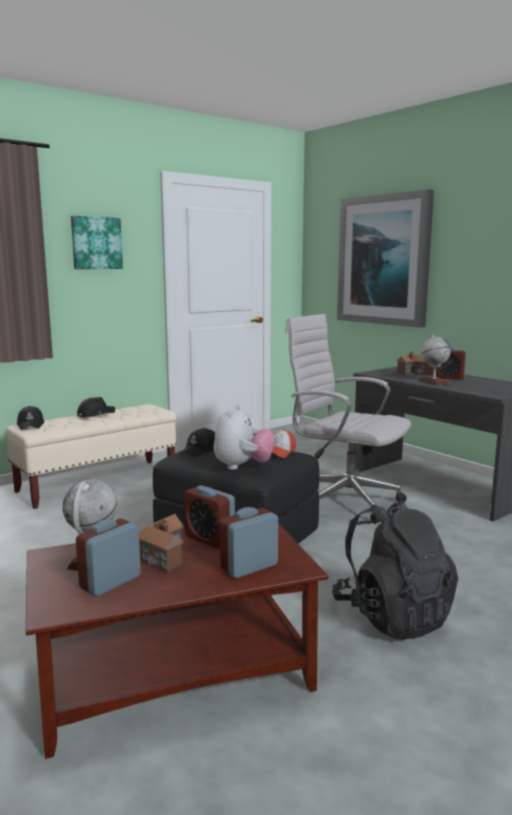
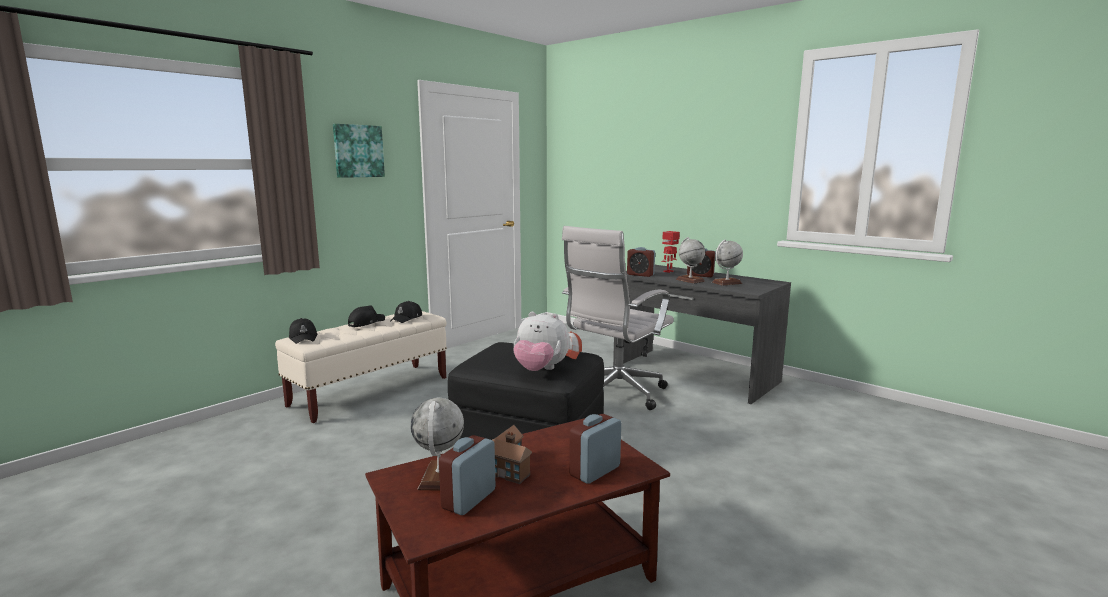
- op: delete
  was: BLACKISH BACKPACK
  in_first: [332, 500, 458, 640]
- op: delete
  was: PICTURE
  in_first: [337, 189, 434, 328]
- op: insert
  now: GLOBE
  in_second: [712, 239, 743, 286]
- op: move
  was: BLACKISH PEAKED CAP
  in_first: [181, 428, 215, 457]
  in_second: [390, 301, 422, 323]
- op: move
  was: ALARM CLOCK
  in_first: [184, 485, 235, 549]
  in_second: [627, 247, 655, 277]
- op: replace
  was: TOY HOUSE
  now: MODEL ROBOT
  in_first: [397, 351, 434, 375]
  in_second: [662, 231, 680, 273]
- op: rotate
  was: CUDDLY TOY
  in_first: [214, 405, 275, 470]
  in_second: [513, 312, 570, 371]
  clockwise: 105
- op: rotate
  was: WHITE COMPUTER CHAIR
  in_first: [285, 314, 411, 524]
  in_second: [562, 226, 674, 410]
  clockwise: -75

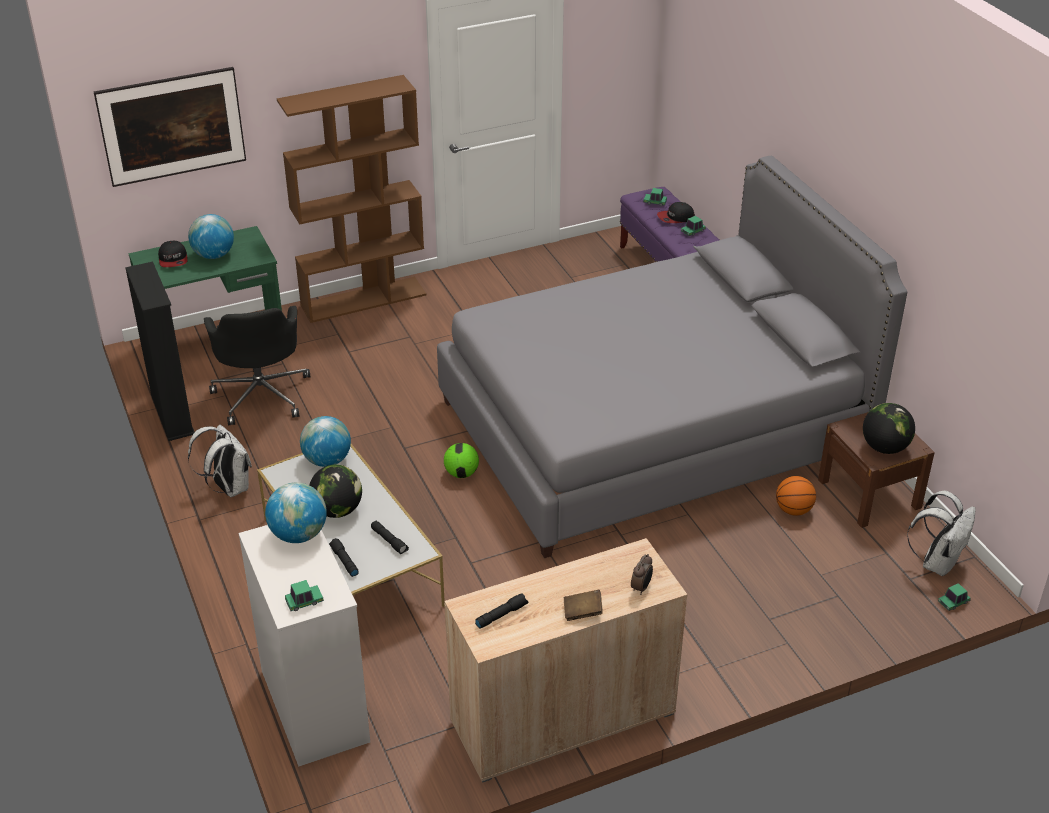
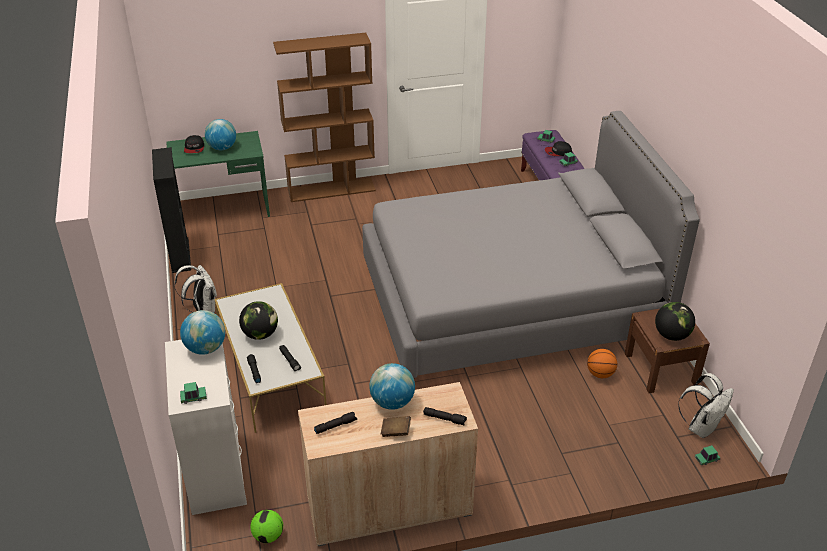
- op: delete
  was: PICTURE
  in_first: [94, 67, 246, 187]
- op: delete
  was: BLACKISH COMPUTER CHAIR
  in_first: [204, 306, 310, 426]
- op: move
  was: GLOBE
  in_first: [300, 416, 351, 467]
  in_second: [369, 363, 415, 410]
- op: move
  was: FOOTBALL BALL
  in_first: [444, 443, 479, 478]
  in_second: [250, 510, 283, 543]
- op: replace
  was: ALARM CLOCK
  now: BLACKISH HAND TORCH
  in_first: [631, 554, 653, 595]
  in_second: [423, 407, 467, 425]

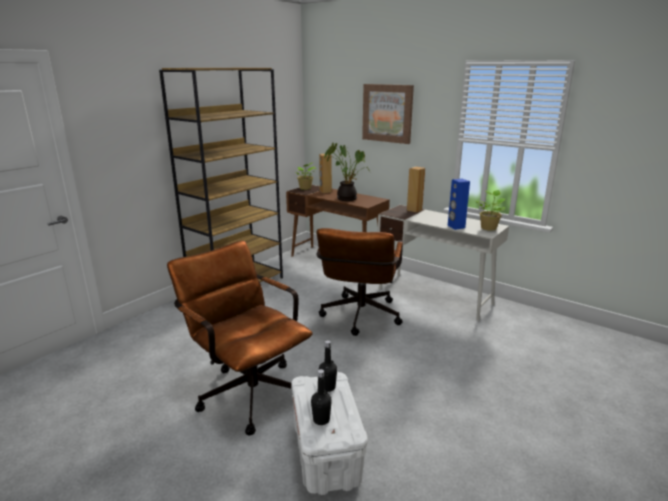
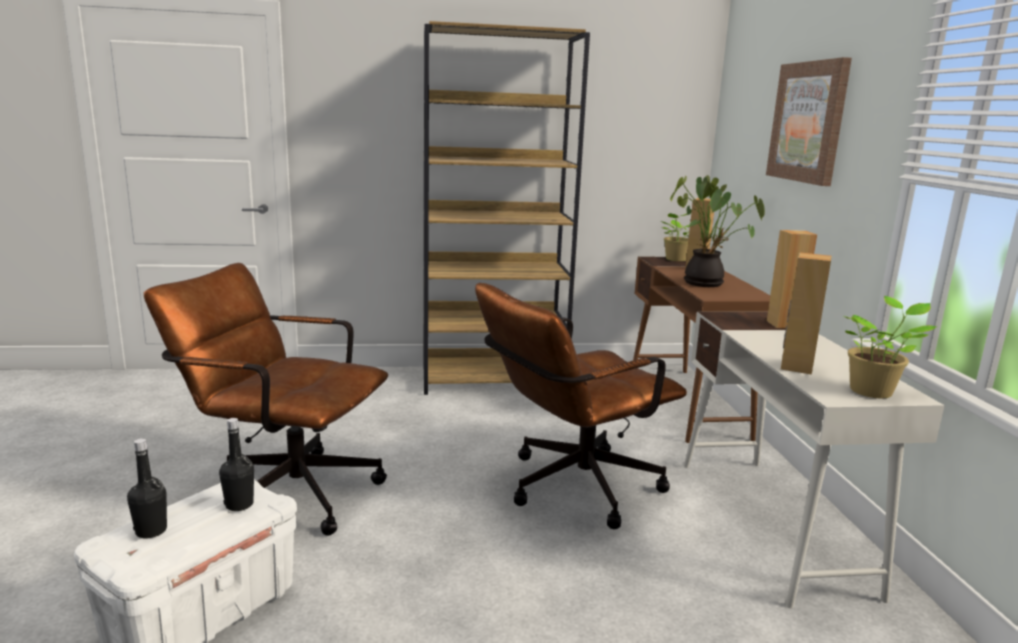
- op: recolor
  was: BLUE-COLOURED AUDIO SPEAKER
  now: BROWN-COLOURED AUDIO SPEAKER
  in_first: [448, 179, 470, 230]
  in_second: [781, 252, 832, 375]
- op: rotate
  was: BROWN-COLOURED COMPUTER CHAIR
  in_first: [167, 240, 313, 436]
  in_second: [144, 263, 388, 536]
  clockwise: -75

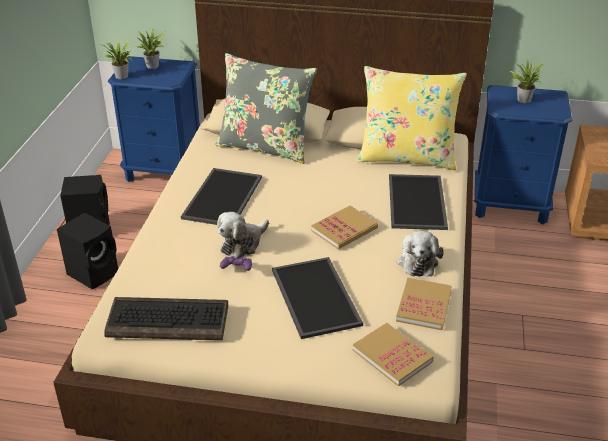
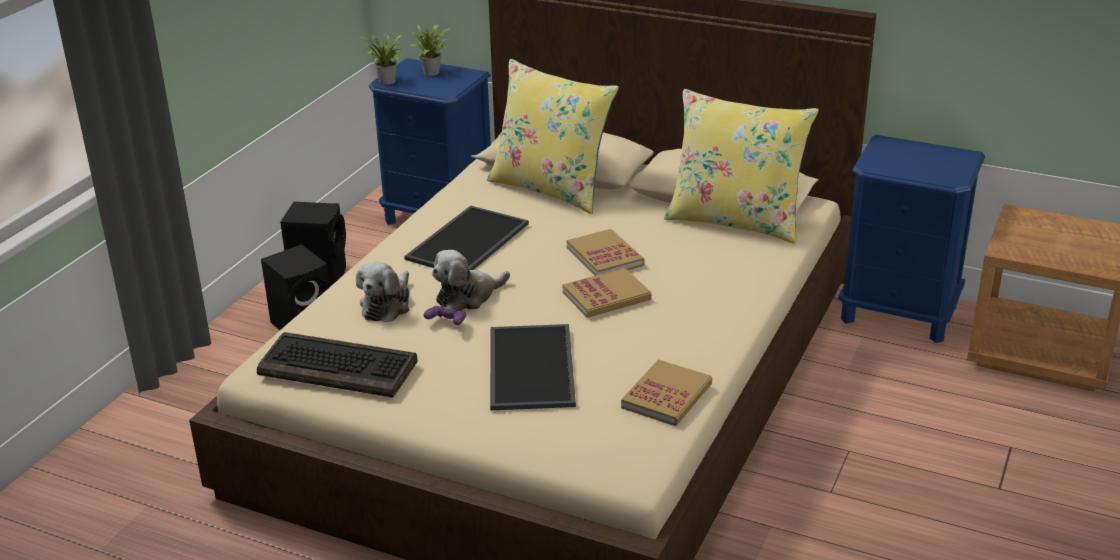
- op: delete
  was: CARRYING TRAY
  in_first: [389, 174, 448, 230]
- op: delete
  was: POTTED PLANT
  in_first: [510, 59, 545, 103]
- op: move
  was: BOOK
  in_first: [353, 323, 434, 386]
  in_second: [567, 229, 644, 276]
- op: move
  was: CUDDLY TOY
  in_first: [397, 231, 444, 277]
  in_second: [356, 262, 410, 322]
- op: recolor
  was: GREYISH THROW PILLOW
  now: YELLOW-COLOURED THROW PILLOW
  in_first: [215, 53, 317, 164]
  in_second: [487, 59, 619, 214]

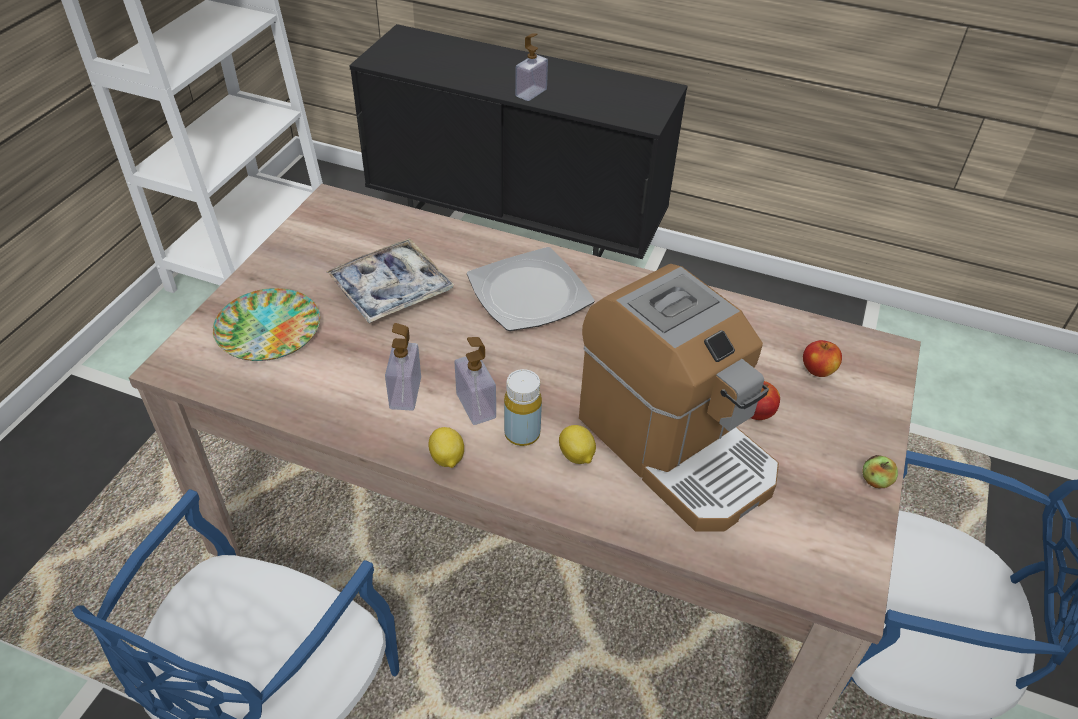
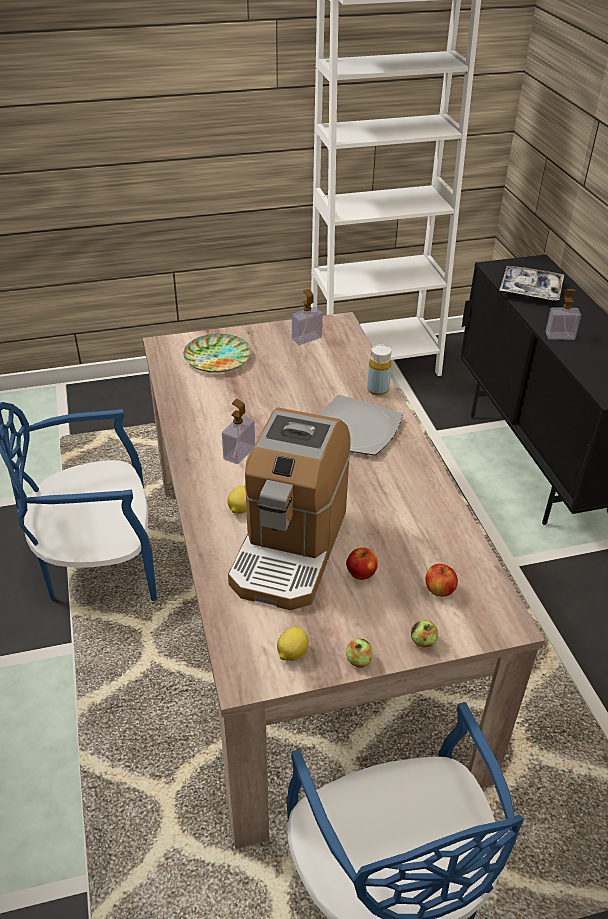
- op: insert
  now: WHOLE APPLE
  in_second: [411, 620, 438, 648]
- op: move
  was: CARRYING TRAY
  in_first: [326, 238, 454, 323]
  in_second: [499, 266, 564, 301]
- op: move
  was: SOAP BOTTLE
  in_first: [385, 323, 421, 411]
  in_second: [292, 289, 323, 345]
- op: move
  was: CITRUS FRUIT
  in_first: [428, 427, 464, 468]
  in_second: [277, 627, 309, 661]
- op: move
  was: YELLOW-COLOURED BEVERAGE BOTTLE
  in_first: [504, 369, 542, 446]
  in_second: [367, 344, 392, 396]

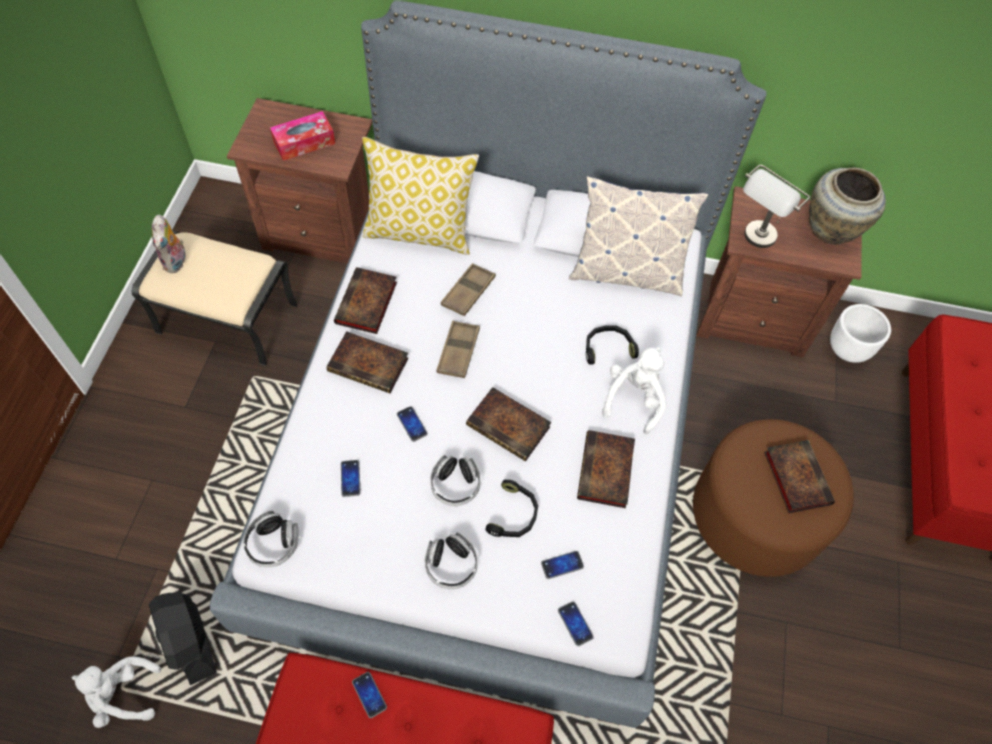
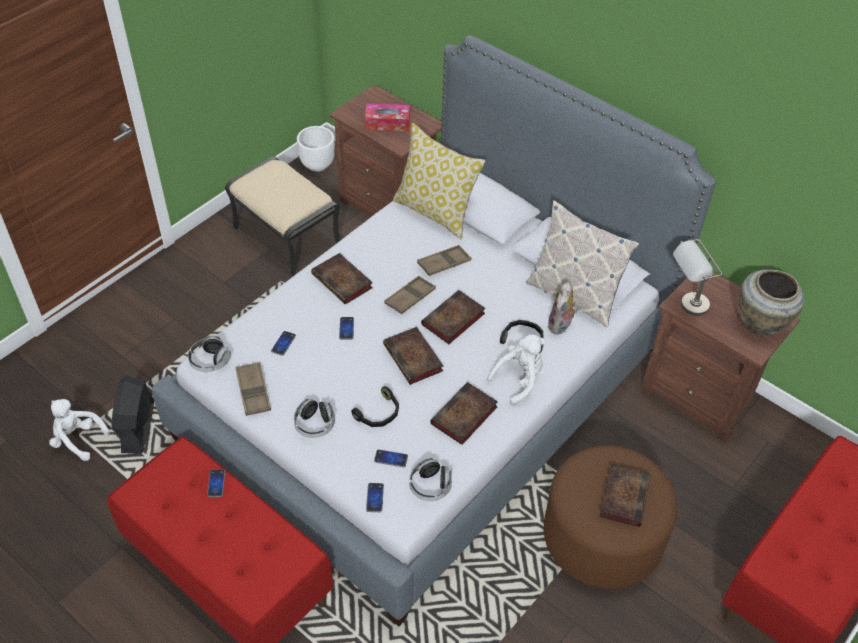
- op: insert
  now: BROWN-COLOURED CARRYING TRAY
  in_second: [235, 362, 271, 416]
- op: move
  was: CUDDLY TOY
  in_first: [152, 215, 185, 273]
  in_second: [547, 282, 577, 335]
- op: move
  was: BOOK
  in_first: [334, 267, 397, 334]
  in_second: [421, 290, 485, 344]
- op: move
  was: HEADSET
  in_first: [430, 455, 481, 506]
  in_second: [409, 458, 452, 501]
- op: move
  was: WHITE FLOWER POT
  in_first: [830, 304, 891, 363]
  in_second: [297, 126, 335, 172]

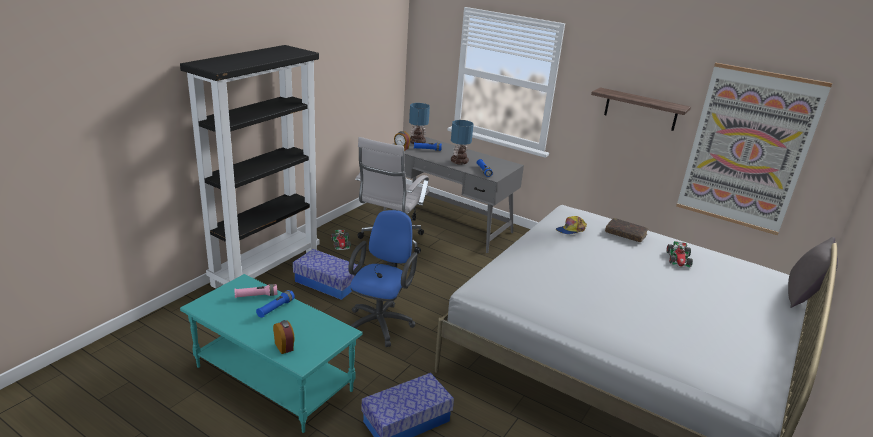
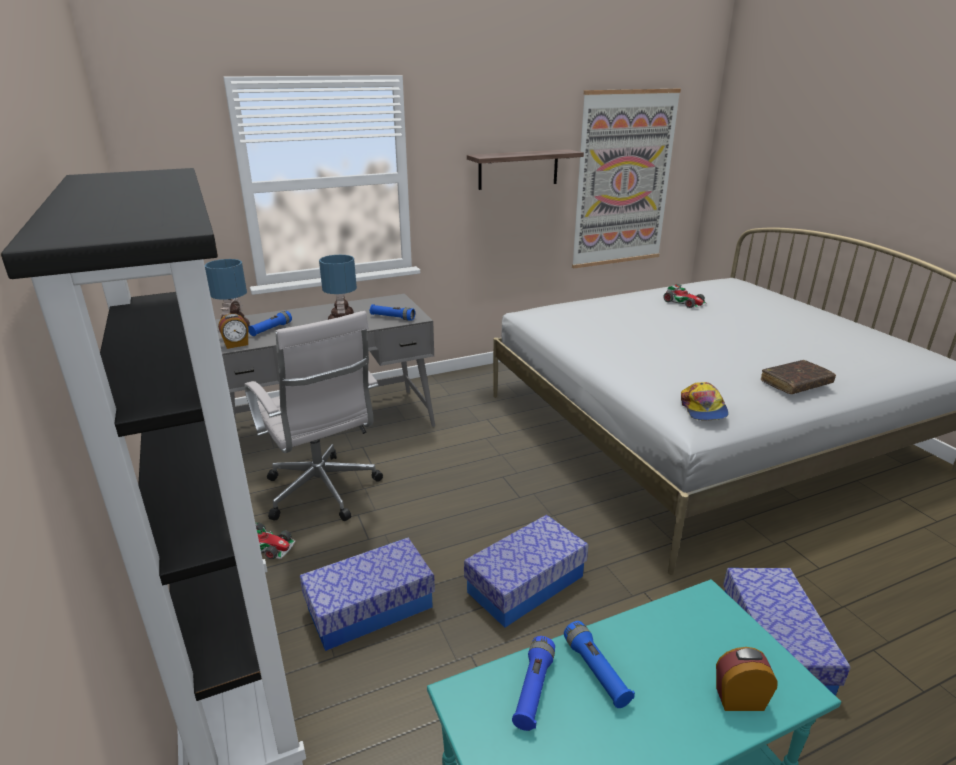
- op: delete
  was: GREYISH THROW PILLOW
  in_first: [788, 237, 838, 308]
- op: move
  was: PEAKED CAP
  in_first: [556, 216, 587, 234]
  in_second: [681, 382, 729, 421]
- op: move
  was: BROWN-COLOURED BOOK
  in_first: [605, 218, 648, 242]
  in_second: [761, 360, 836, 394]
- op: replace
  was: BLUE-COLOURED COMPUTER CHAIR
  now: STORAGE BOX
  in_first: [348, 210, 418, 347]
  in_second: [464, 515, 589, 628]
- op: recolor
  was: PINKISH HAND TORCH
  now: BLUE-COLOURED HAND TORCH
  in_first: [234, 284, 278, 298]
  in_second: [512, 636, 555, 731]

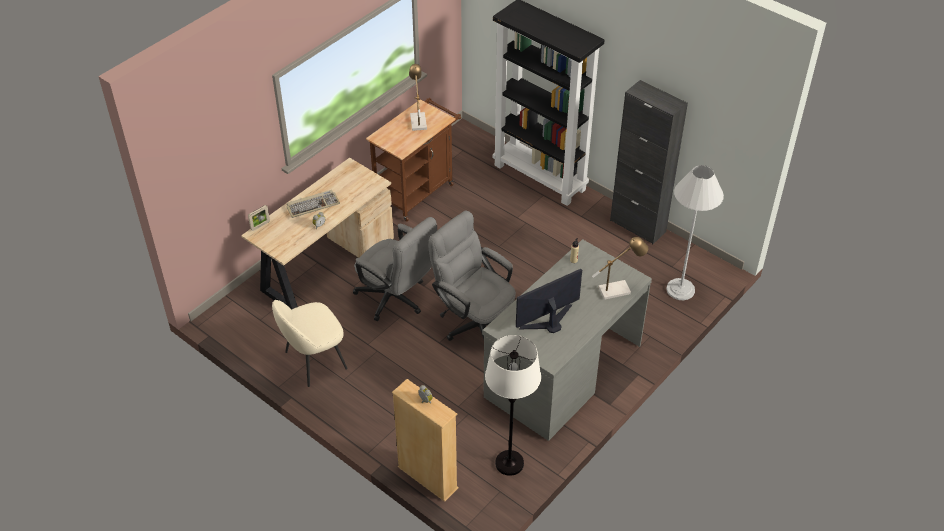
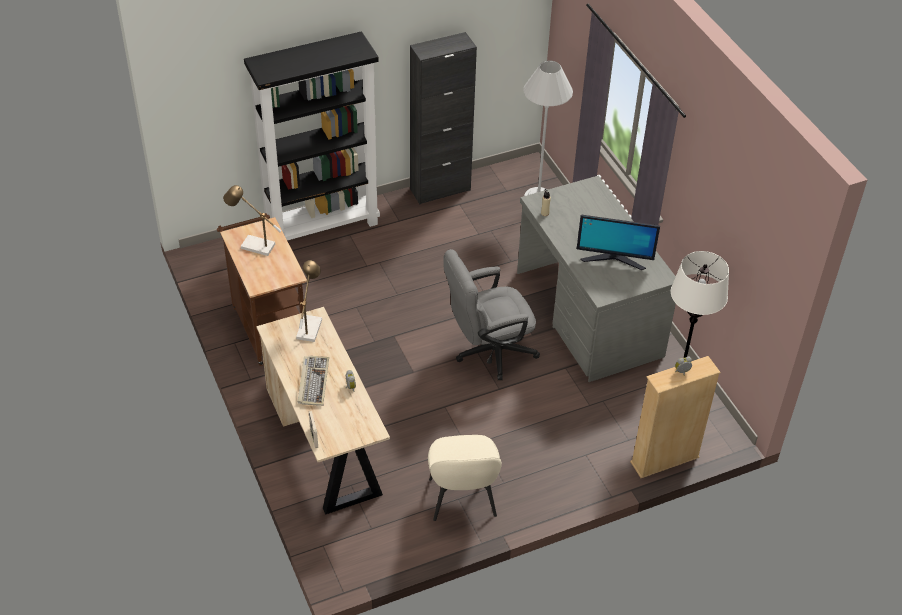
- op: delete
  was: GREYISH COMPUTER CHAIR
  in_first: [353, 217, 437, 321]
- op: move
  was: LAMP FOR A TABLE
  in_first: [592, 237, 649, 300]
  in_second: [296, 260, 322, 342]
- op: rotate
  was: COMPUTER SCREEN
  in_first: [516, 269, 582, 333]
  in_second: [577, 215, 660, 270]
  clockwise: -75

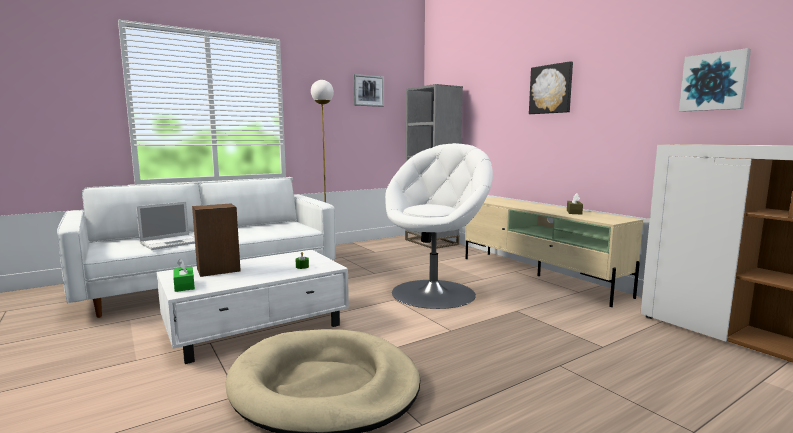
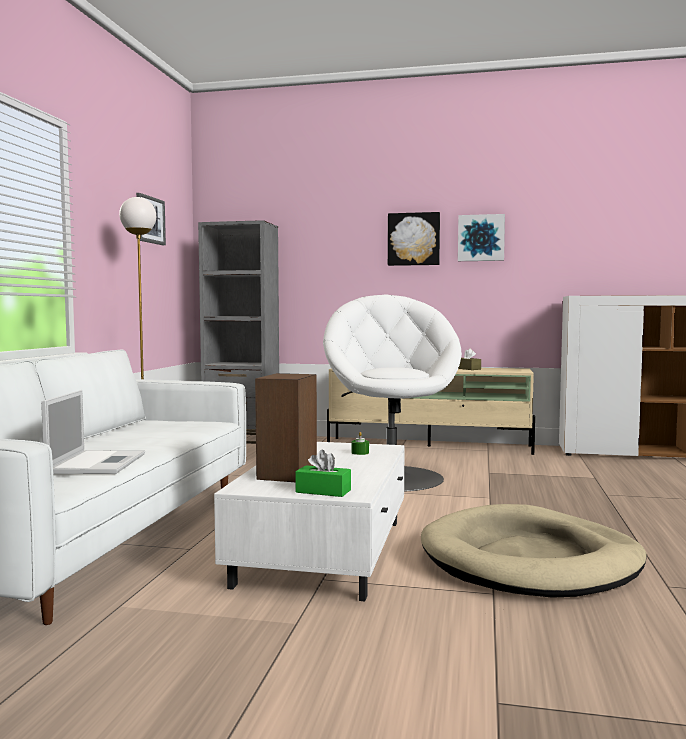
- op: move
  was: PICTURE
  in_first: [679, 48, 751, 112]
  in_second: [458, 214, 505, 261]

